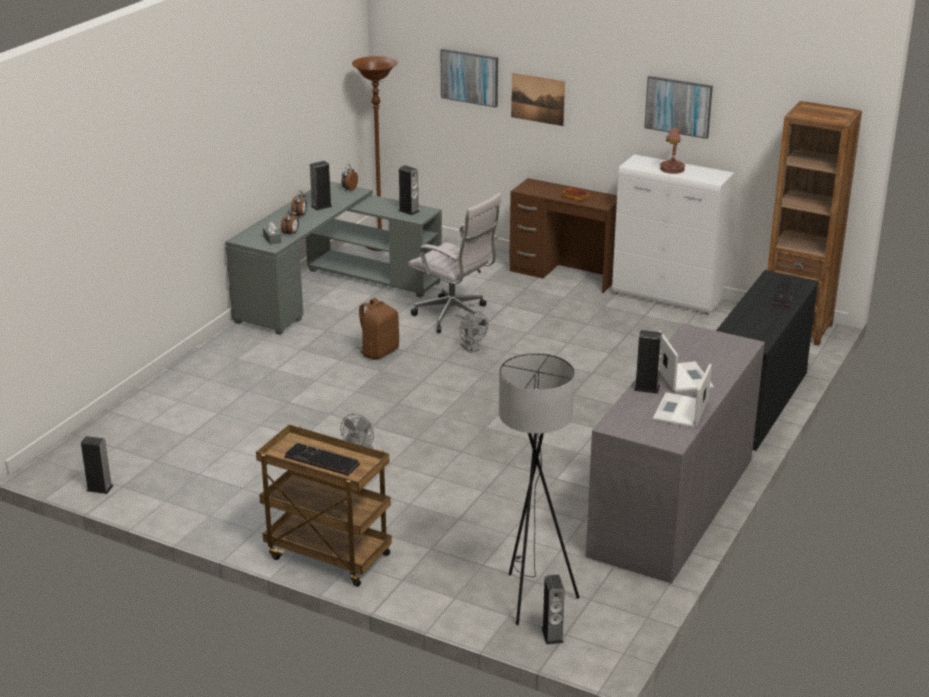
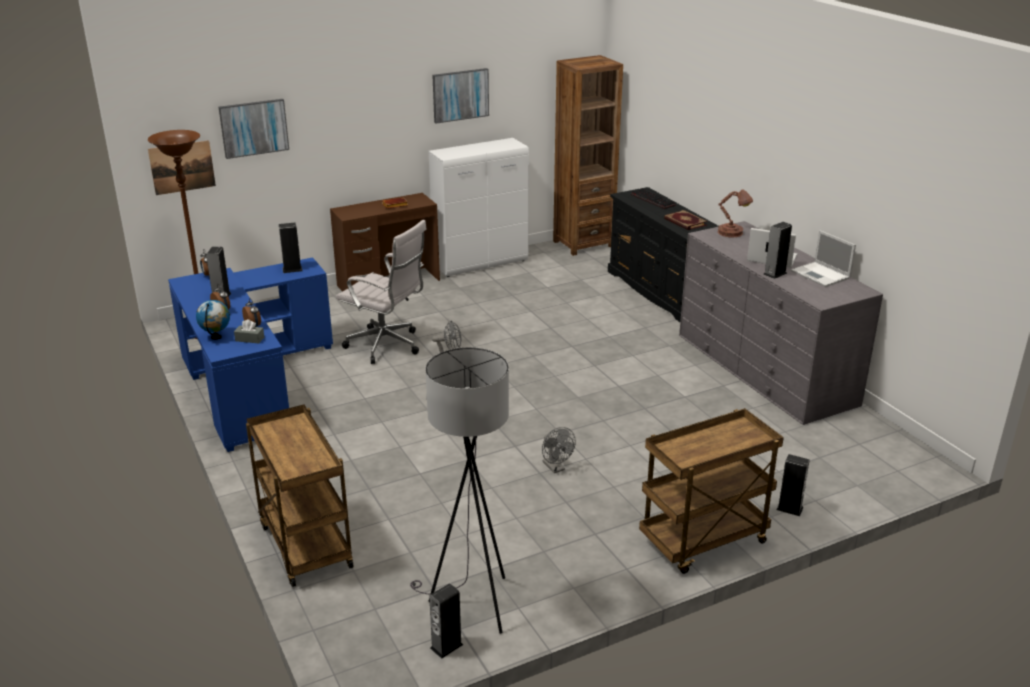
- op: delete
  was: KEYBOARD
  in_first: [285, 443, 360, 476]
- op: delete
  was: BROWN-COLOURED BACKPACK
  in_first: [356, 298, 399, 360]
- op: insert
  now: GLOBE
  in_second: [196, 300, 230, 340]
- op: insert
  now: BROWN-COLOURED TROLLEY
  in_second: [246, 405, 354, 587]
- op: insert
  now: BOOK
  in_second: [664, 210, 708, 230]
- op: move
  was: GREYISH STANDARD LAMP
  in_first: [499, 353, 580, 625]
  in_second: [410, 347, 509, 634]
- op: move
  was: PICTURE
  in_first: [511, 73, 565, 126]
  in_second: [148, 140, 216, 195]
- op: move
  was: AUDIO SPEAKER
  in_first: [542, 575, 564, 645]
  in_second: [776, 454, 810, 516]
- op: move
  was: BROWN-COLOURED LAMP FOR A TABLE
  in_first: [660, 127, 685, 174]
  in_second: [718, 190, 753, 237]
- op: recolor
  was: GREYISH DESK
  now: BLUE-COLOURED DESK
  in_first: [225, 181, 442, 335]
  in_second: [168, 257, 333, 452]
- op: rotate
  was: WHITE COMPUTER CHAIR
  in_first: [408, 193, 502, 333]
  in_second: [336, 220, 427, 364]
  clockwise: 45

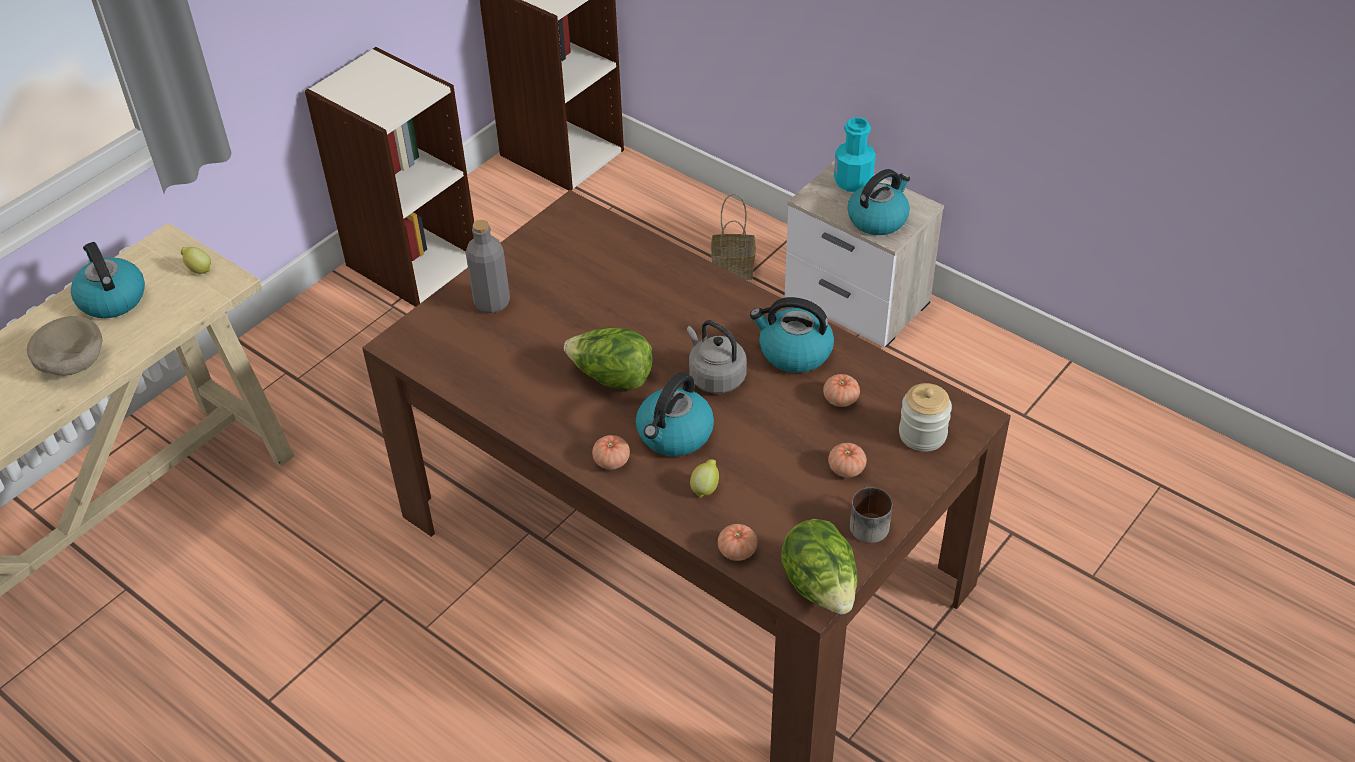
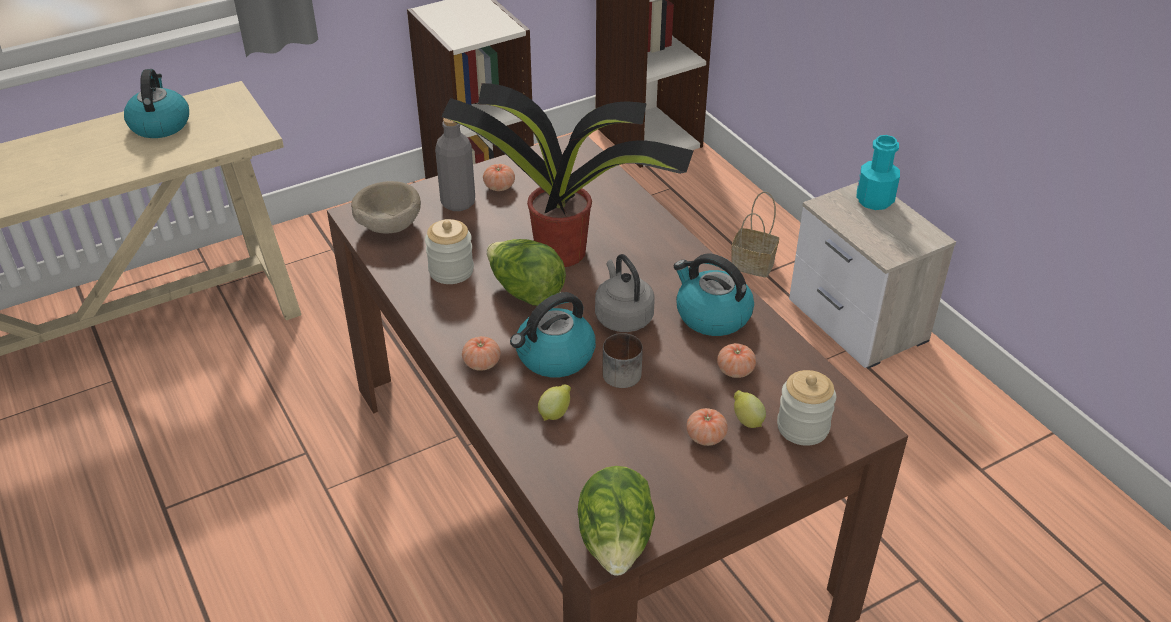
- op: delete
  was: TEA KETTLE
  in_first: [847, 169, 910, 235]
- op: insert
  now: STORAGE JAR
  in_second: [425, 219, 474, 284]
- op: insert
  now: POTTED PLANT
  in_second: [433, 83, 693, 267]
- op: move
  was: BEIGE SERVING BOWL
  in_first: [27, 316, 102, 376]
  in_second: [351, 181, 421, 234]
- op: move
  was: CITRUS FRUIT
  in_first: [181, 247, 211, 274]
  in_second: [734, 390, 766, 428]
- op: move
  was: TOMATO
  in_first: [718, 524, 757, 561]
  in_second: [483, 164, 515, 191]
- op: move
  was: TEA MUG
  in_first: [850, 487, 892, 543]
  in_second: [602, 333, 643, 388]

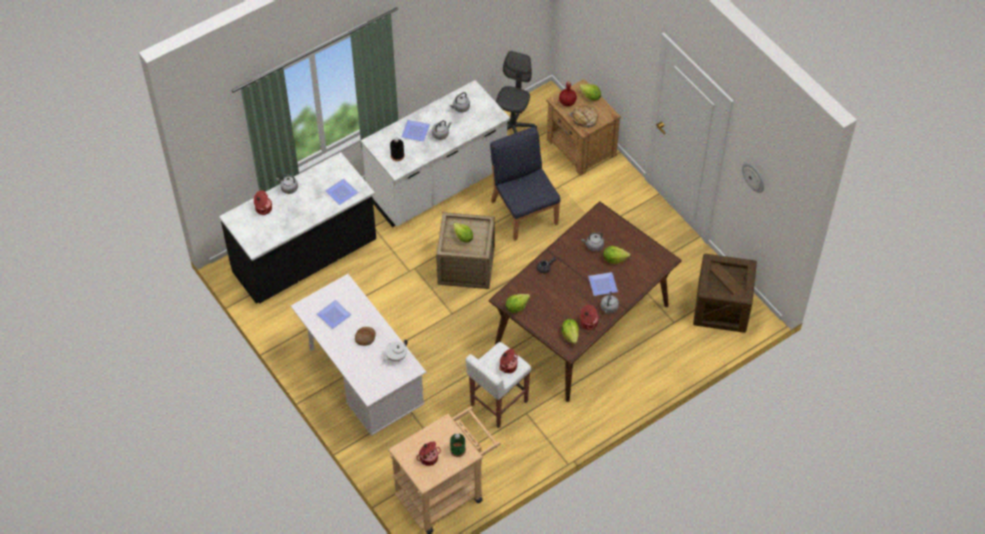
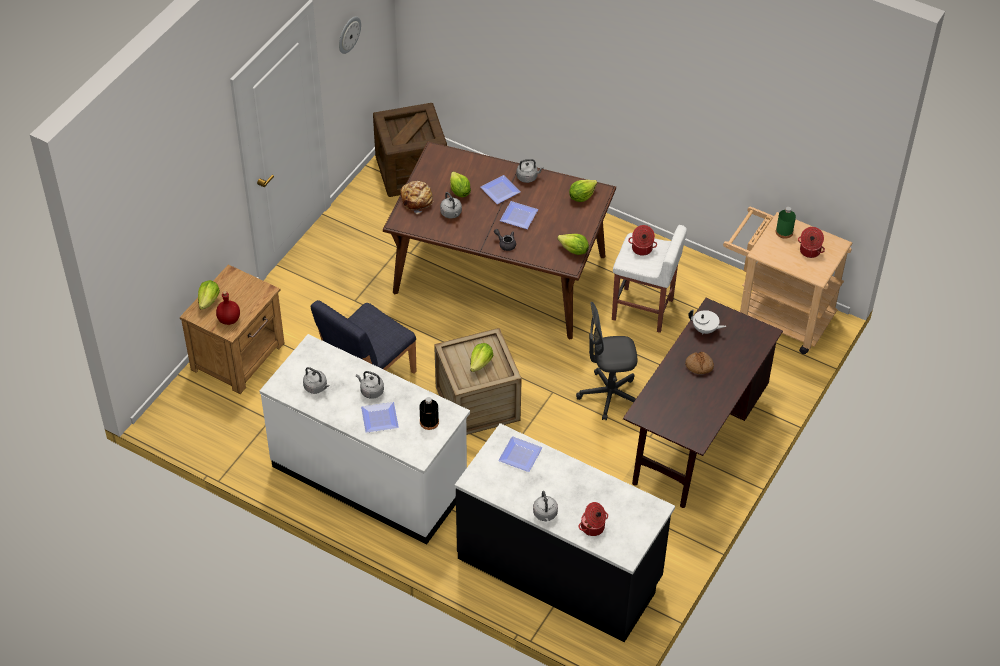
- op: delete
  was: COOKING POT
  in_first: [580, 305, 599, 330]
- op: move
  was: DINNER PLATE
  in_first: [317, 300, 351, 329]
  in_second: [500, 201, 538, 229]
- op: move
  was: GREYISH COMPUTER CHAIR
  in_first: [496, 51, 537, 134]
  in_second: [576, 302, 637, 421]
- op: move
  was: BREAD
  in_first: [569, 105, 598, 128]
  in_second: [400, 181, 434, 214]
- op: recolor
  was: WHITE DESK
  now: BROWN-COLOURED DESK
  in_first: [291, 274, 426, 436]
  in_second: [623, 298, 783, 508]

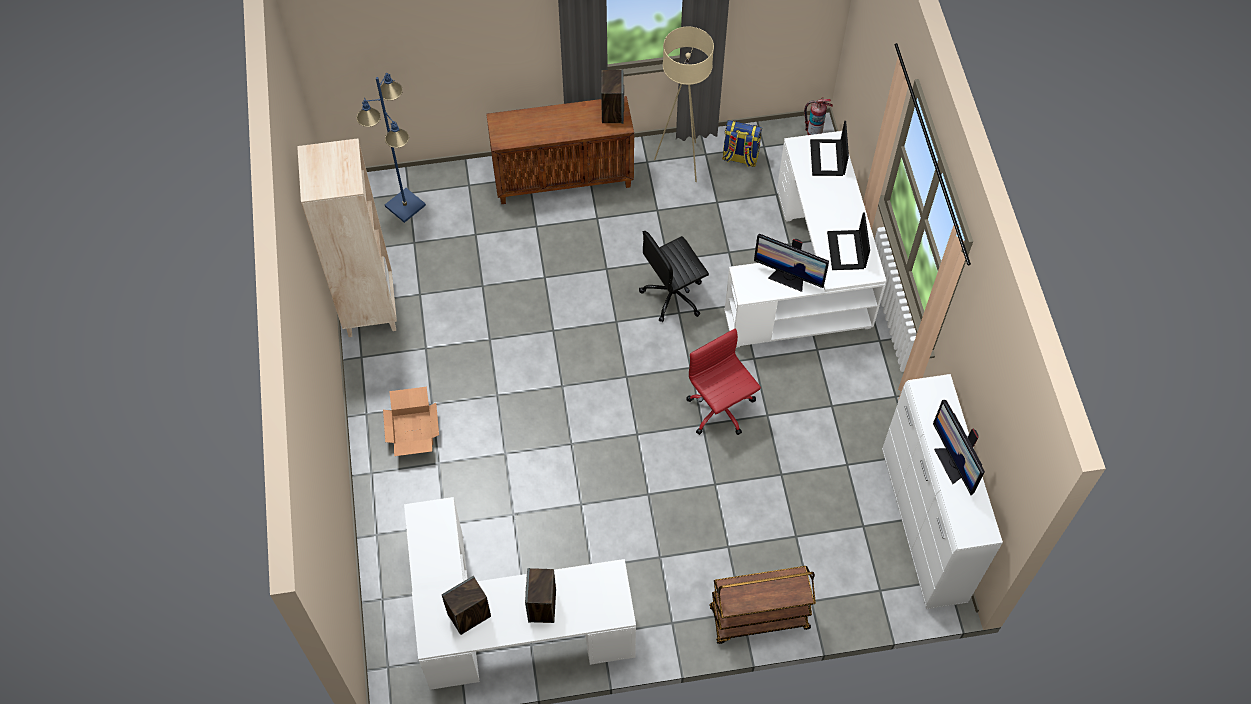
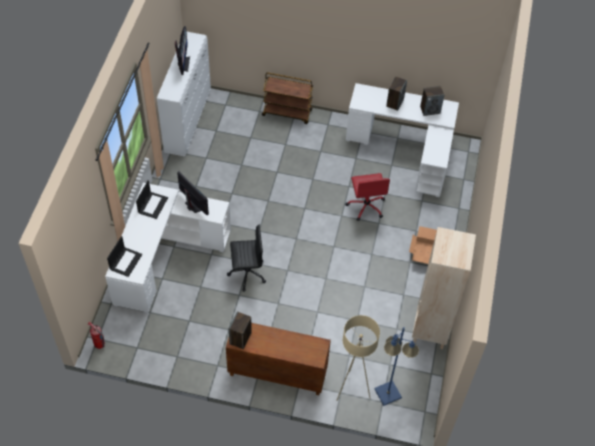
- op: delete
  was: BACKPACK
  in_first: [722, 120, 762, 167]
- op: move
  was: BEIGE STANDARD LAMP
  in_first: [654, 27, 714, 182]
  in_second: [336, 315, 380, 401]
- op: move
  was: RED-COLOURED COMPUTER CHAIR
  in_first: [686, 329, 761, 435]
  in_second: [345, 173, 390, 221]

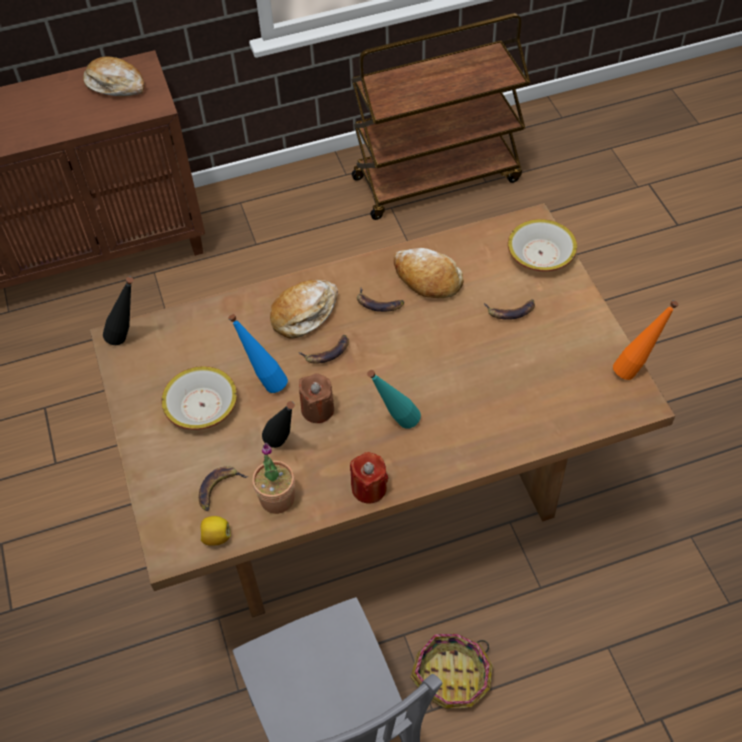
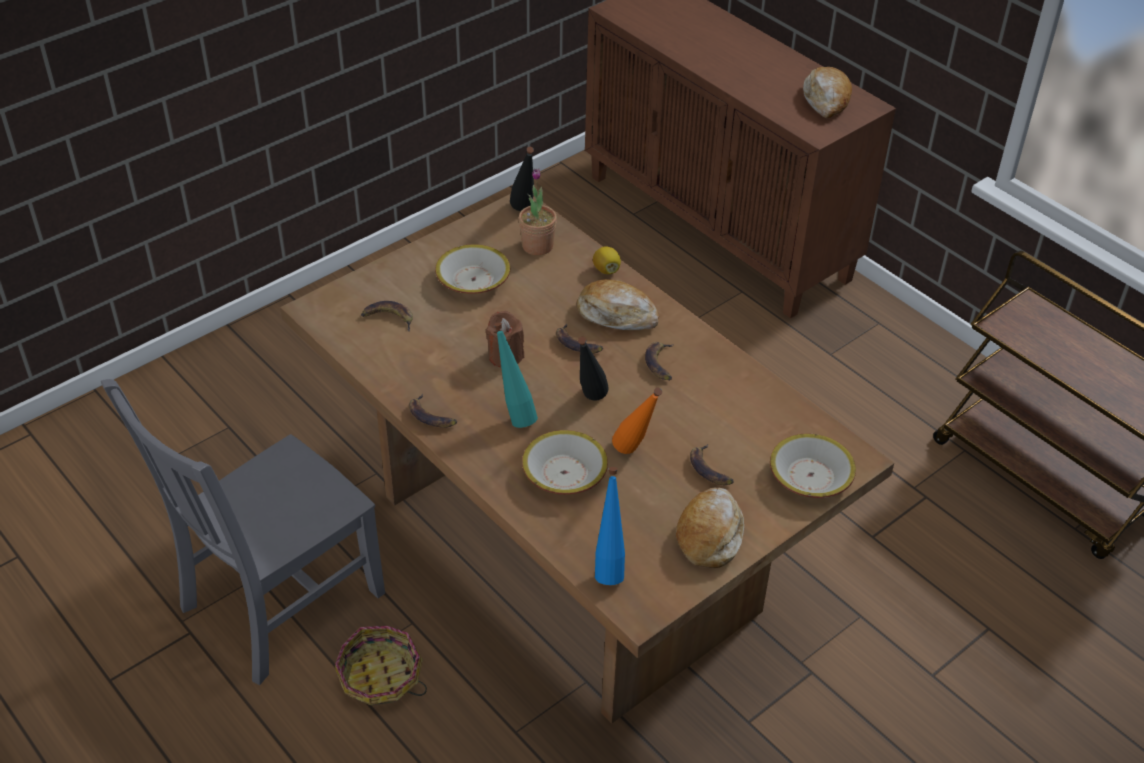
- op: insert
  now: SERVING BOWL
  in_second: [522, 430, 608, 495]
- op: move
  was: CITRUS FRUIT
  in_first: [201, 516, 231, 546]
  in_second: [593, 246, 621, 274]
- op: move
  was: BLUE-COLOURED BEVERAGE BOTTLE
  in_first: [228, 314, 288, 393]
  in_second: [595, 467, 625, 585]
- op: move
  was: POTTED PLANT
  in_first: [252, 443, 295, 514]
  in_second: [519, 168, 557, 255]
- op: move
  was: BLACKISH BEVERAGE BOTTLE
  in_first: [262, 401, 295, 448]
  in_second: [578, 337, 609, 401]
- op: move
  was: BREAD
  in_first: [394, 248, 464, 298]
  in_second: [676, 488, 744, 568]
- op: move
  was: ORANGE-COLOURED BEVERAGE BOTTLE
  in_first: [613, 300, 679, 380]
  in_second: [612, 388, 662, 454]
- op: replace
  was: RED-COLOURED WAX LIGHT
  now: WHOLE BANANA
  in_first: [350, 452, 388, 504]
  in_second: [409, 393, 457, 428]

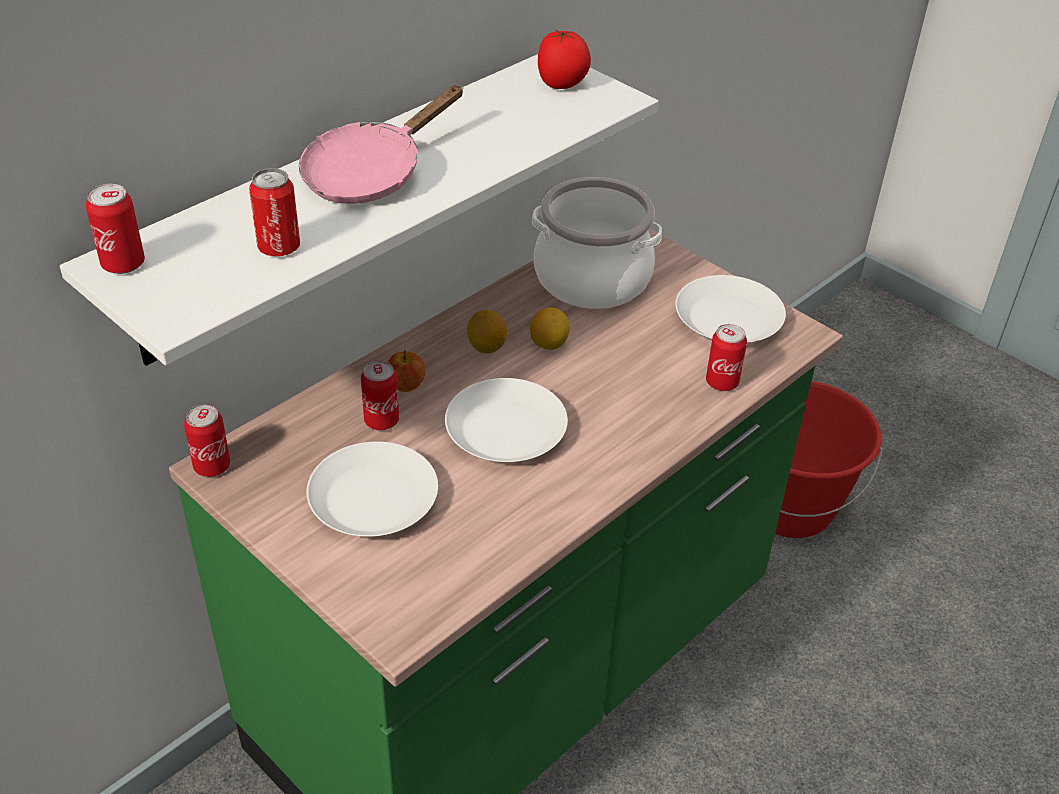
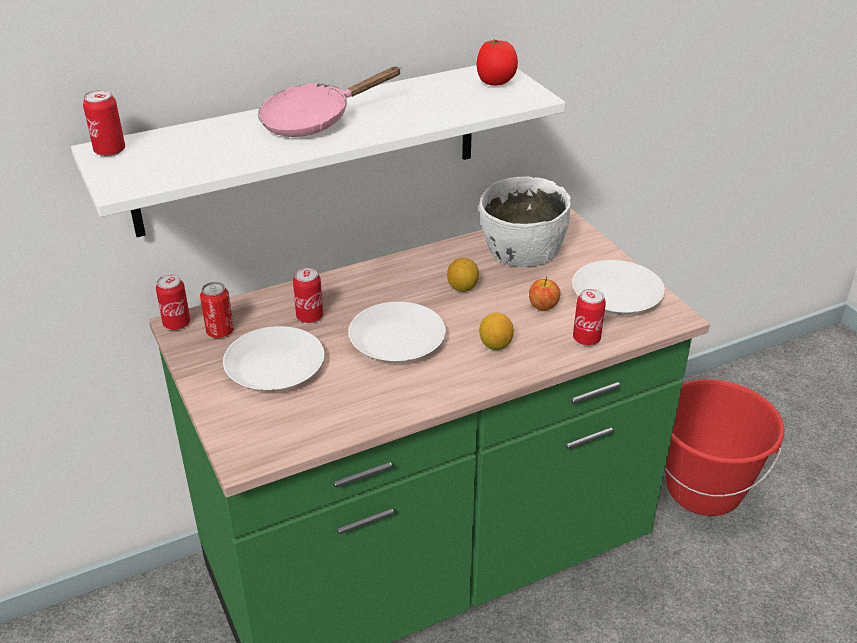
- op: move
  was: SEALED CAN
  in_first: [249, 168, 300, 256]
  in_second: [200, 282, 234, 338]
- op: move
  was: WHOLE APPLE
  in_first: [388, 350, 426, 392]
  in_second: [529, 277, 560, 311]
- op: move
  was: CITRUS FRUIT
  in_first: [467, 310, 507, 353]
  in_second: [479, 313, 514, 350]
- op: replace
  was: COOKING POT
  now: WHITE SERVING BOWL
  in_first: [532, 177, 662, 309]
  in_second: [479, 177, 571, 267]

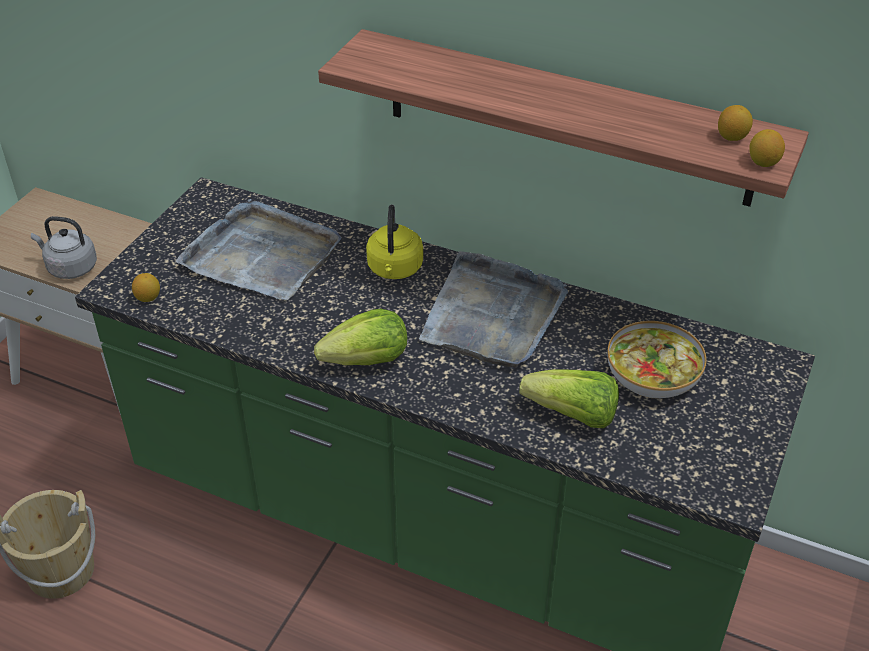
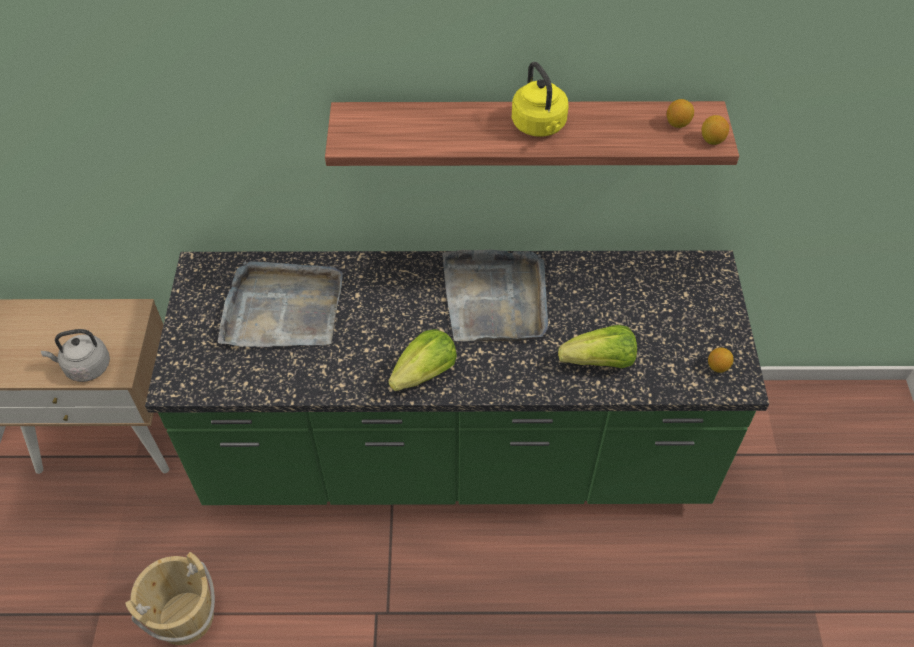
- op: delete
  was: SERVING BOWL
  in_first: [607, 321, 707, 399]
- op: move
  was: CITRUS FRUIT
  in_first: [132, 273, 160, 302]
  in_second: [708, 347, 734, 373]
- op: move
  was: YELLOW-COLOURED TEA KETTLE
  in_first: [366, 204, 423, 279]
  in_second: [512, 62, 568, 137]

